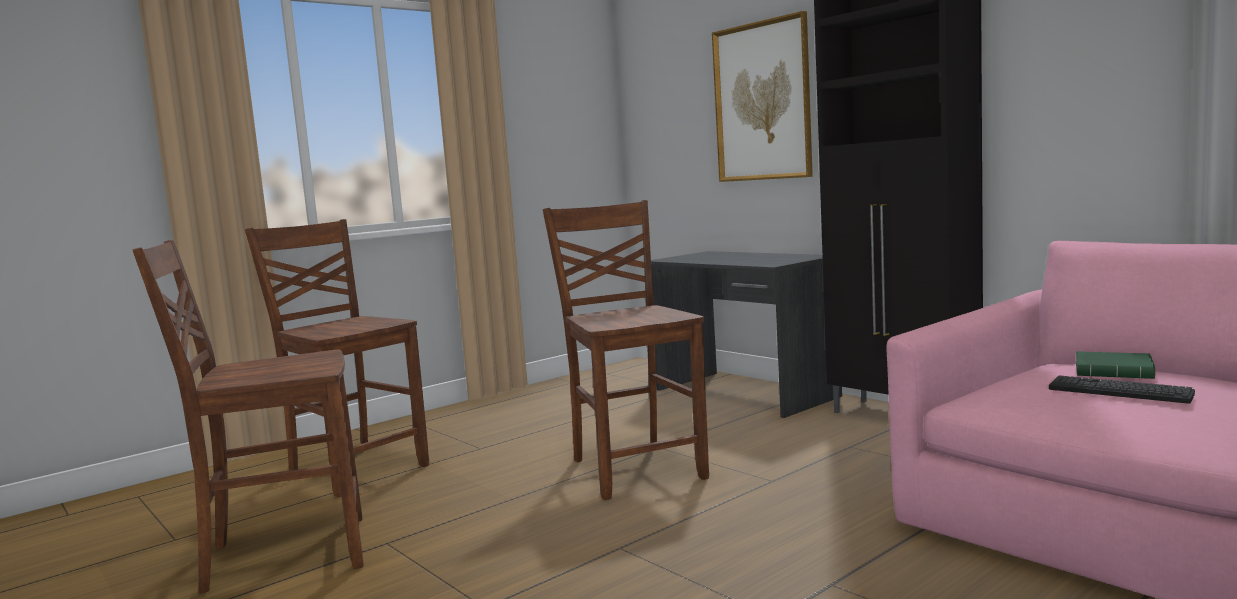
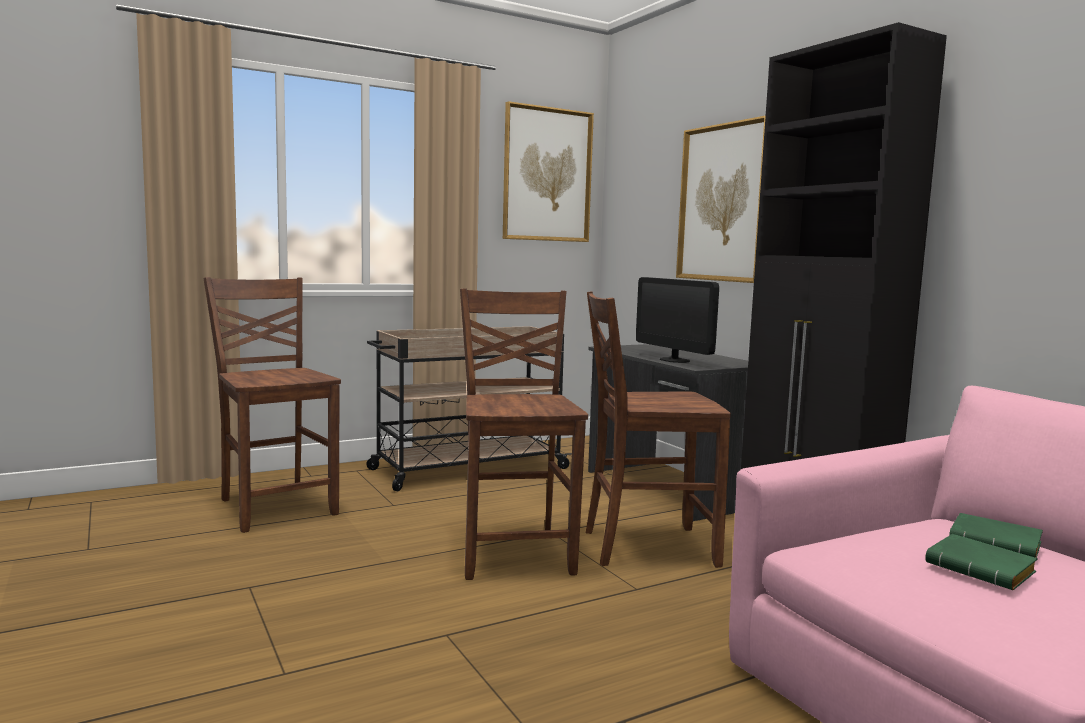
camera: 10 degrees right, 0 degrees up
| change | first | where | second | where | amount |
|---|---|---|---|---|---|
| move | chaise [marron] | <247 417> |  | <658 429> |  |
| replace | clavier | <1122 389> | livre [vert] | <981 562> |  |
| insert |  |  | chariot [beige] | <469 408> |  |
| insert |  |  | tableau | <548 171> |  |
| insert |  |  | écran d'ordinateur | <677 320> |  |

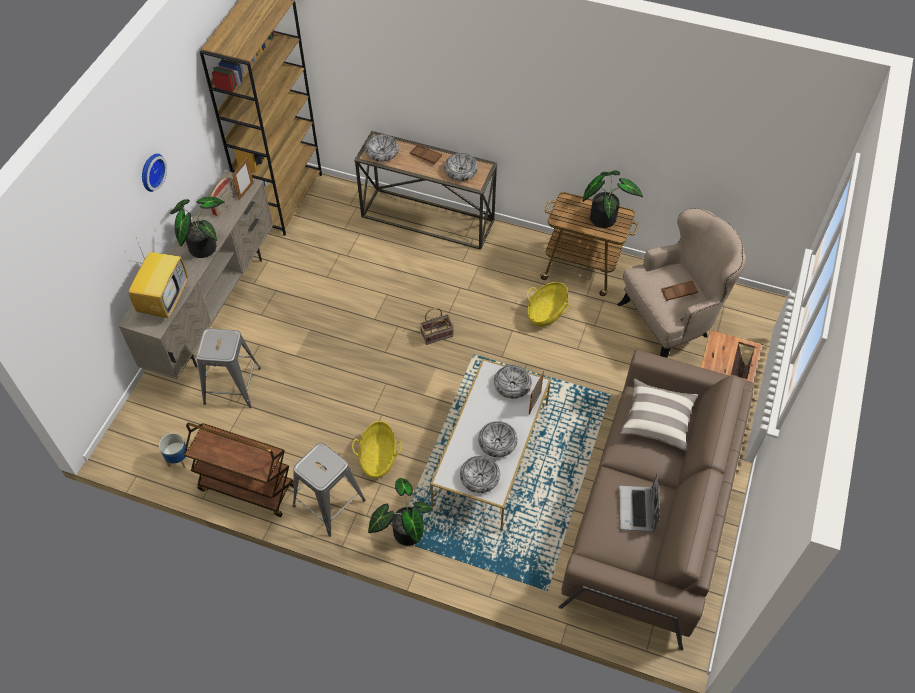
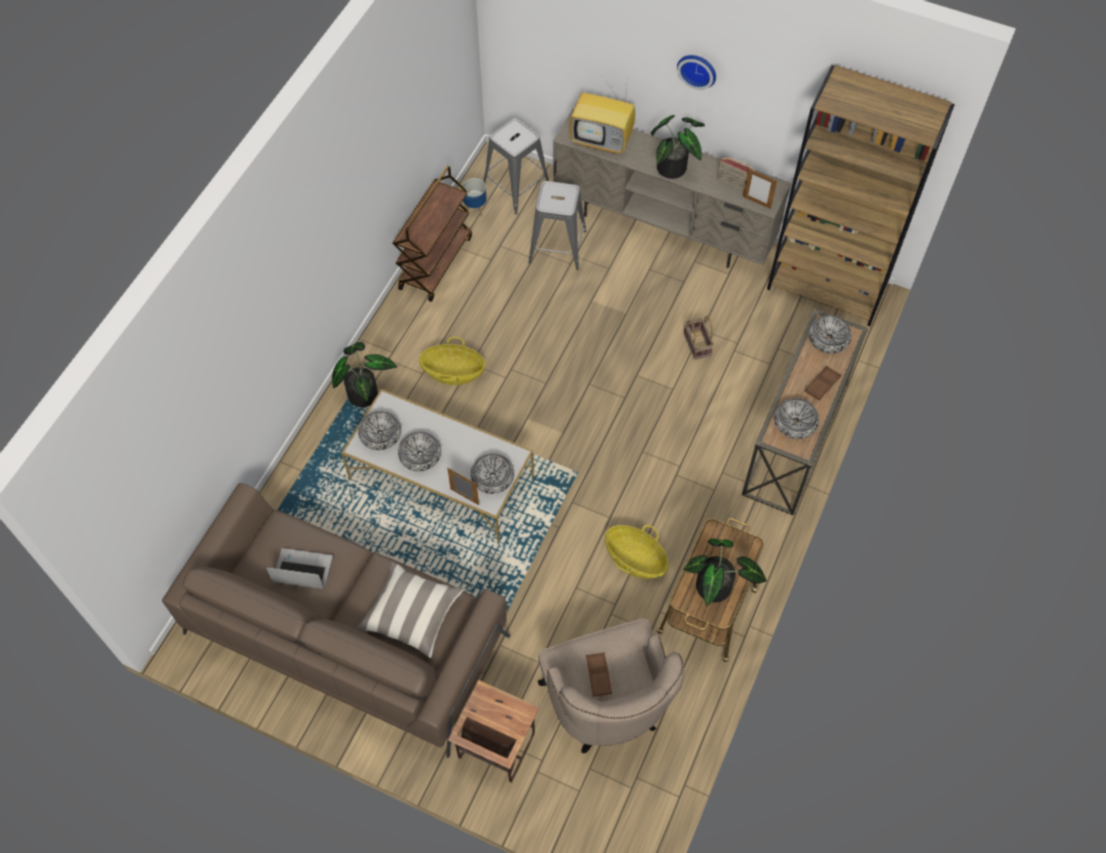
camera: 95 degrees right, 5 degrees up
| change | first | where | second | where | amount |
|---|---|---|---|---|---|
| move | tabouret [gris] | <329 490> |  | <516 166> |  |
| move | panier | <437 326> |  | <698 338> |  |

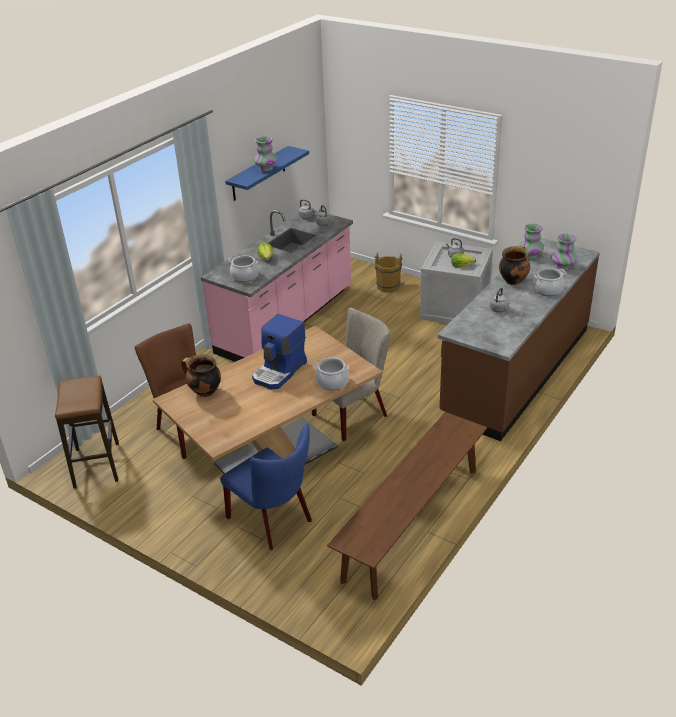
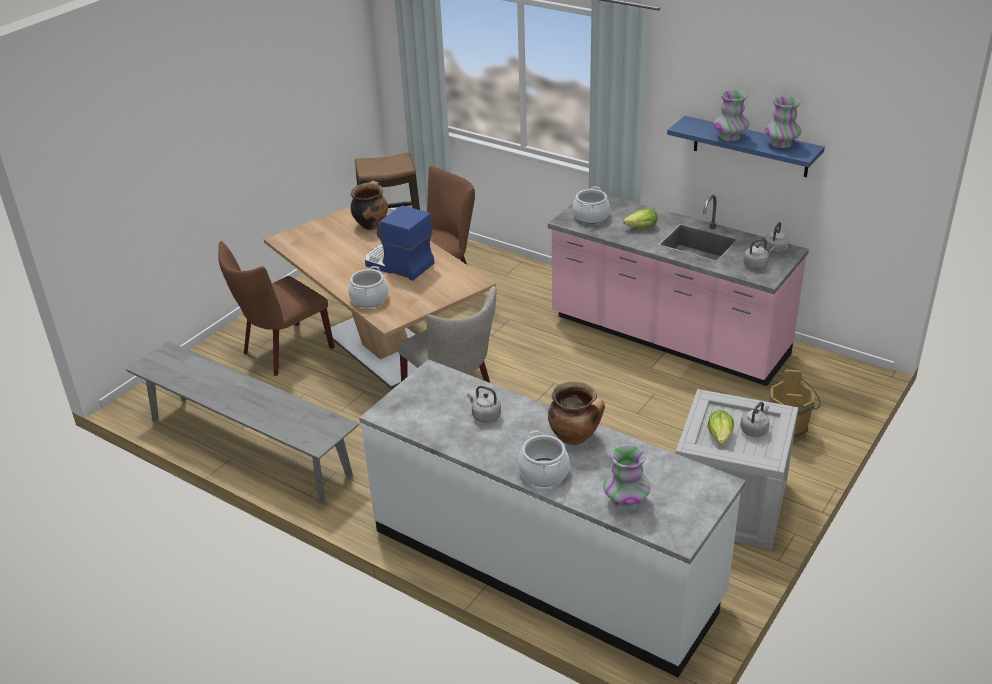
camera: 90 degrees right, 0 degrees up
| change | first | where | second | where | amount |
|---|---|---|---|---|---|
| recolor | chaise [bleu] | <266 486> | chaise [marron] | <276 308> |  |
| recolor | banc [marron] | <407 506> | banc [gris] | <242 421> |  |
| recolor | comptoir de cuisine [marron] | <519 339> | comptoir de cuisine [blanc] | <552 518> |  |
| move | vase | <531 241> |  | <783 122> |  |

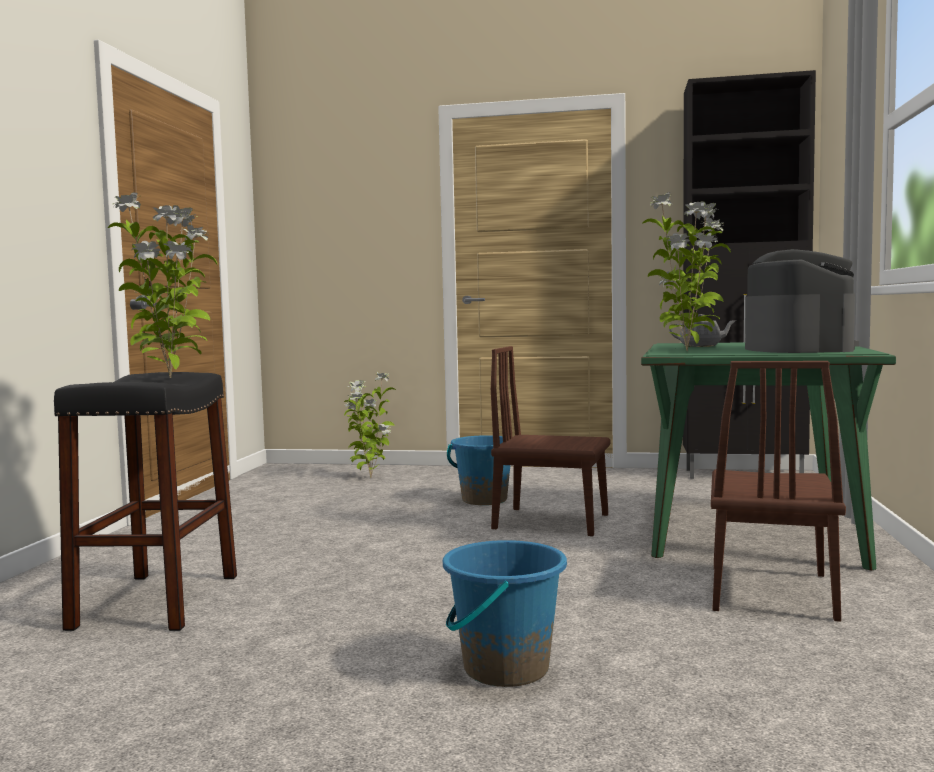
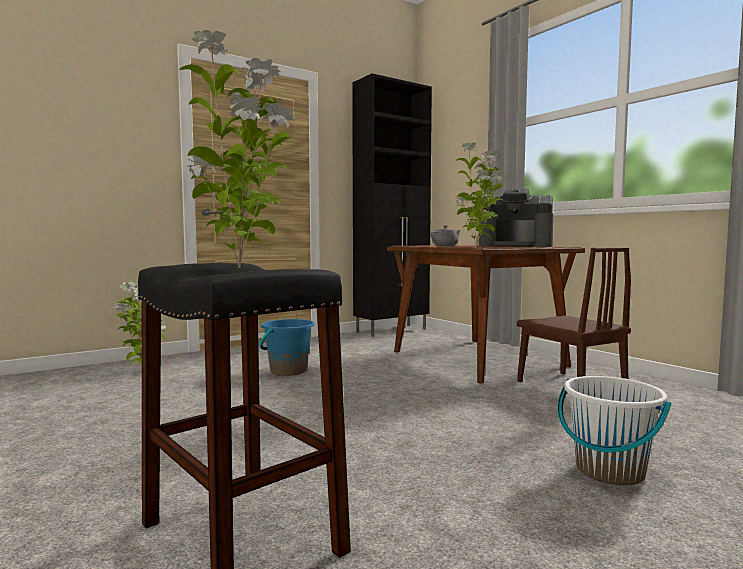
camera: 45 degrees left, 0 degrees up
| change | first | where | second | where | amount |
|---|---|---|---|---|---|
| recolor | seau [bleu] | <505 613> | seau [blanc] | <614 430> |  |
| delete | chaise [marron] | <550 441> |  |  |  |
| recolor | table à manger [vert] | <768 456> | table à manger [marron] | <486 314> |  |
| rotate | machine à café | <802 301> |  | <516 217> | 150 degrees clockwise |

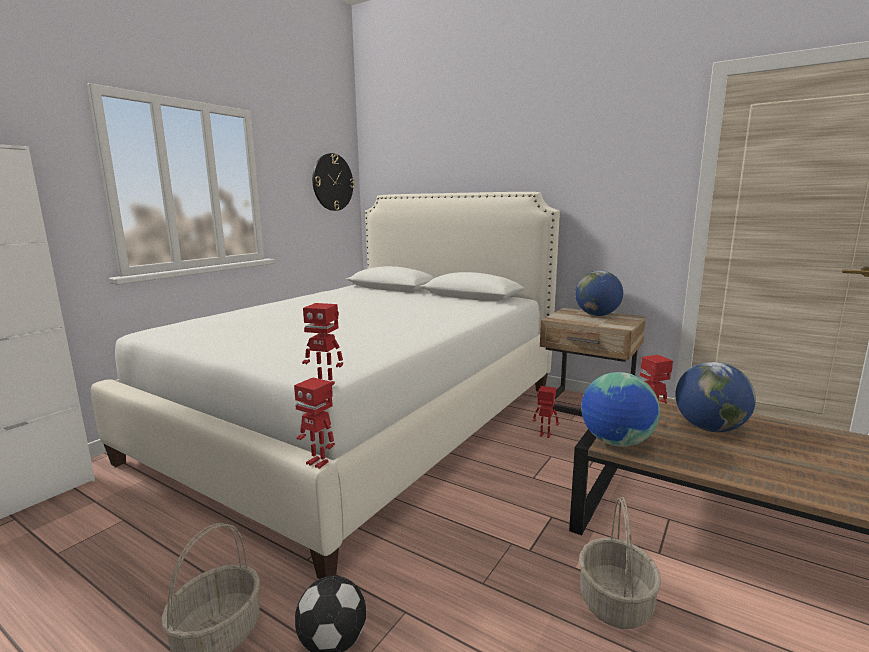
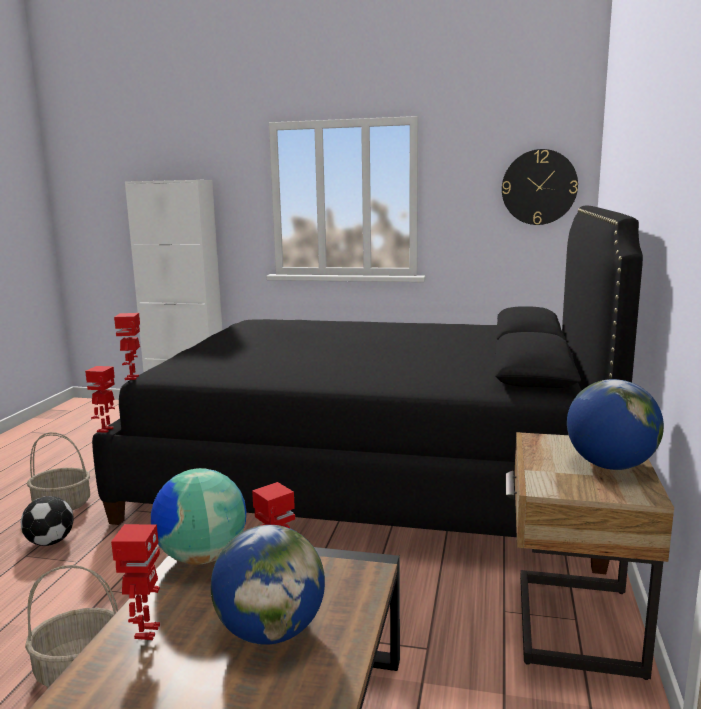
camera: 70 degrees right, 0 degrees up
| change | first | where | second | where | amount |
|---|---|---|---|---|---|
| recolor | lit [blanc] | <325 385> | lit [noir] | <367 389> |  |
| move | robot jouet | <546 412> |  | <135 582> |  |

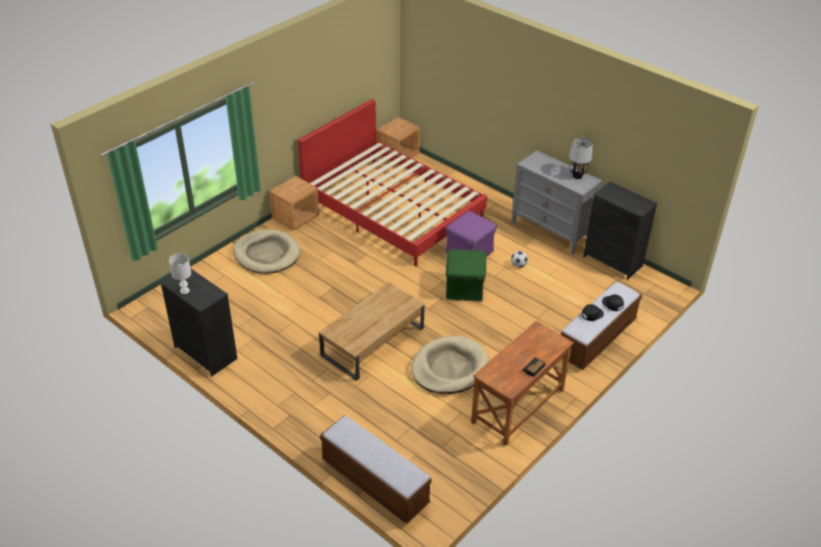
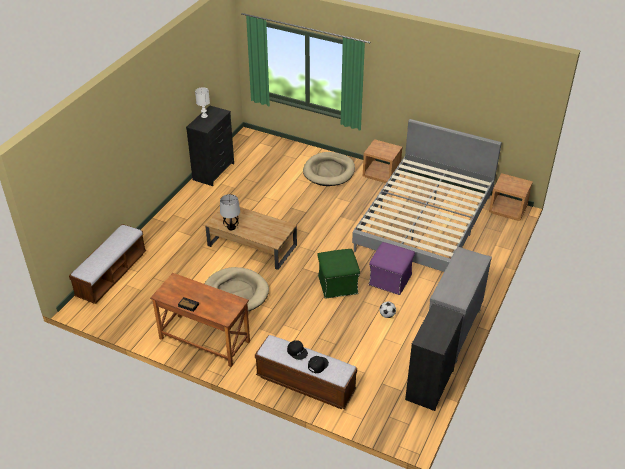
camera: 75 degrees right, 0 degrees up
| change | first | where | second | where | amount |
|---|---|---|---|---|---|
| recolor | lit [rouge] | <392 183> | lit [gris] | <427 195> |  |
| move | lampe de table | <581 158> |  | <230 212> |  |

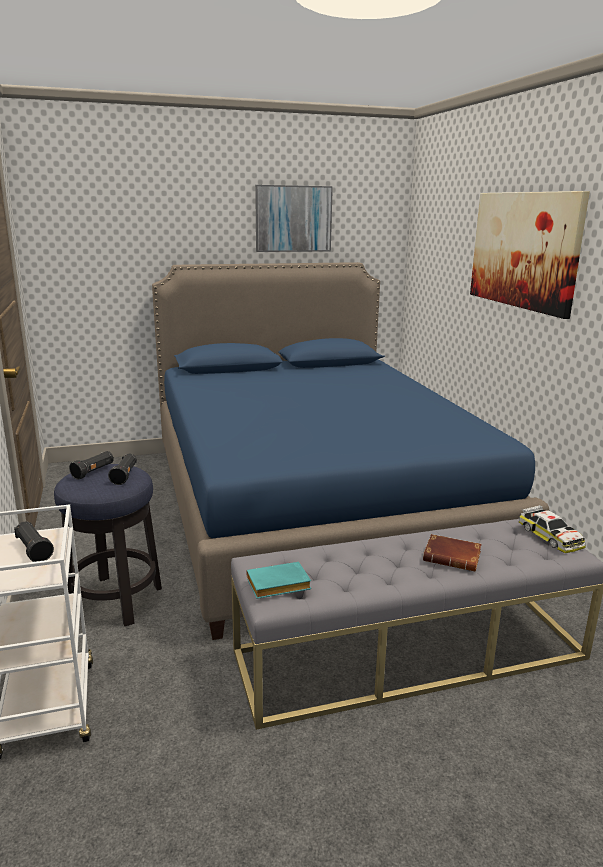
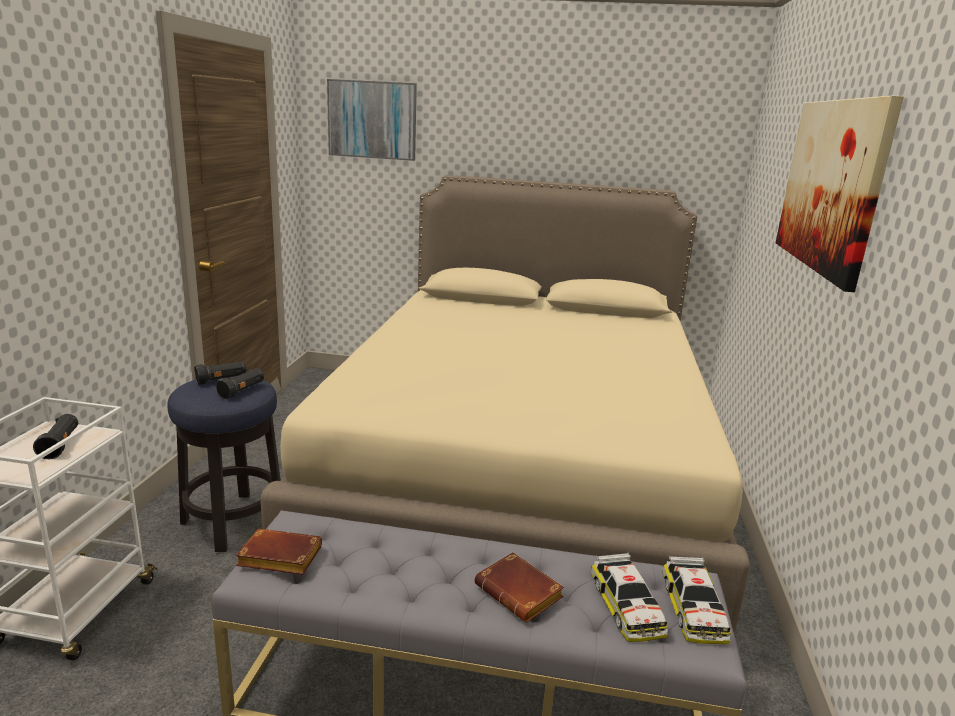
camera: 25 degrees right, 0 degrees up
| change | first | where | second | where | amount |
|---|---|---|---|---|---|
| recolor | lit [bleu] | <350 451> | lit [beige] | <505 405> |  |
| recolor | livre [turquoise] | <279 580> | livre [marron] | <279 552> |  |
| move | tableau | <294 218> |  | <372 120> |  |
| insert |  |  | petite voiture | <629 597> |  |

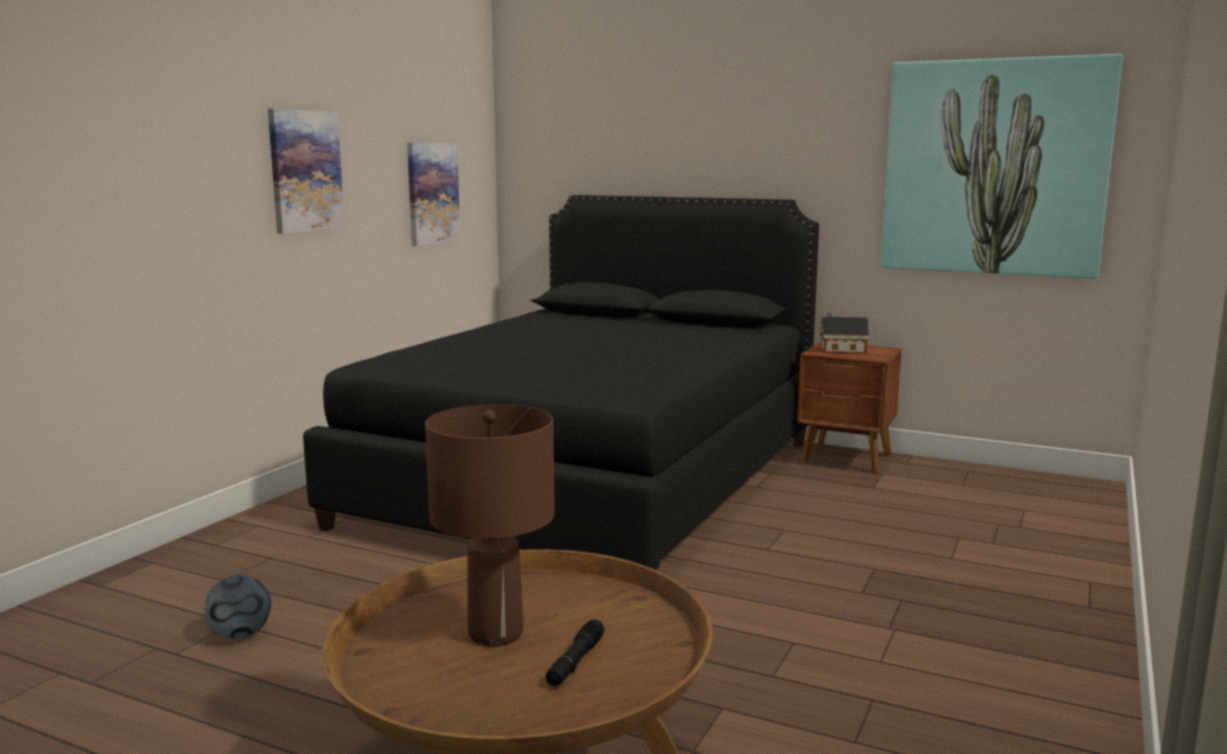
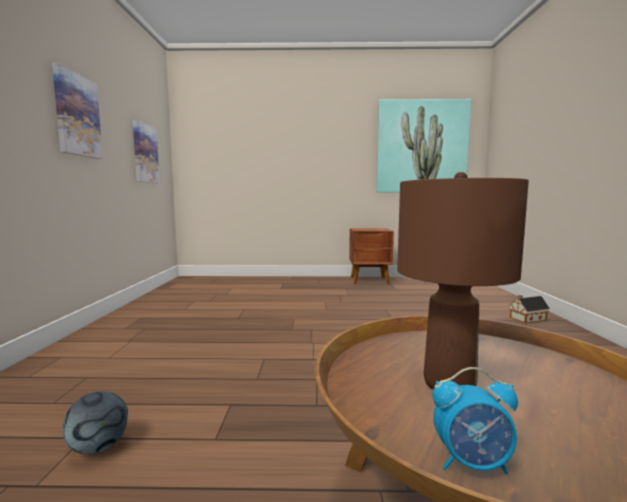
camera: 25 degrees left, 5 degrees down
| change | first | where | second | where | amount |
|---|---|---|---|---|---|
| delete | lit [noir] | <561 382> |  |  |  |
| delete | lampe de poche [noir] | <574 653> |  |  |  |
| move | maison miniature | <844 333> |  | <529 309> |  |
| insert |  |  | réveil | <475 420> |  |

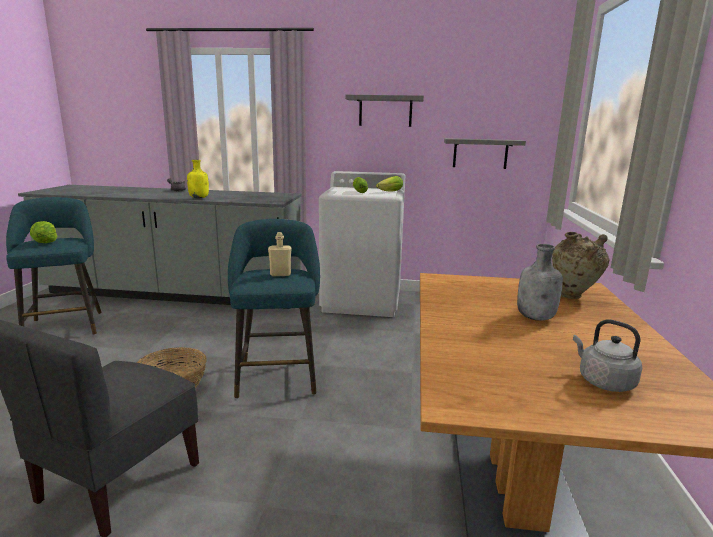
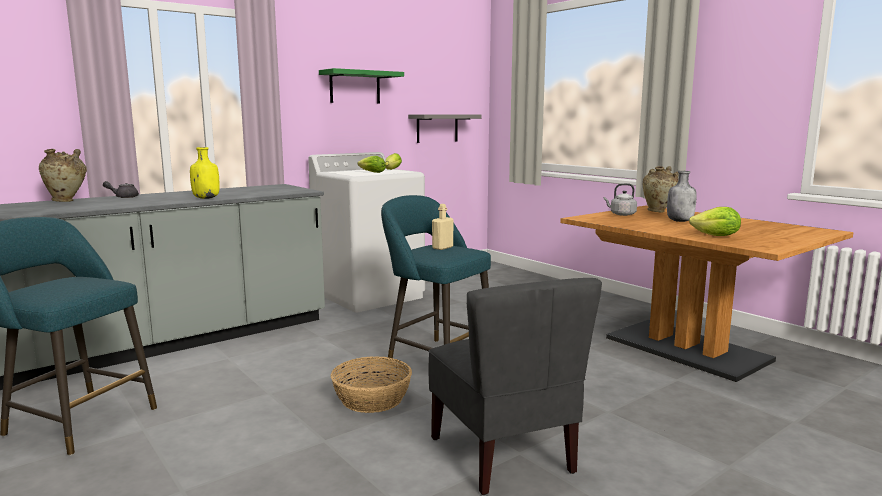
camera: 45 degrees left, 5 degrees down
| change | first | where | second | where | amount |
|---|---|---|---|---|---|
| move | laitue | <43 232> |  | <715 221> |  |
| recolor | étagère [gris] | <384 111> | étagère [vert] | <361 85> |  |
| move | bouilloire [gris] | <607 355> |  | <620 199> |  |
| insert |  |  | vase [beige] | <63 175> |  |

